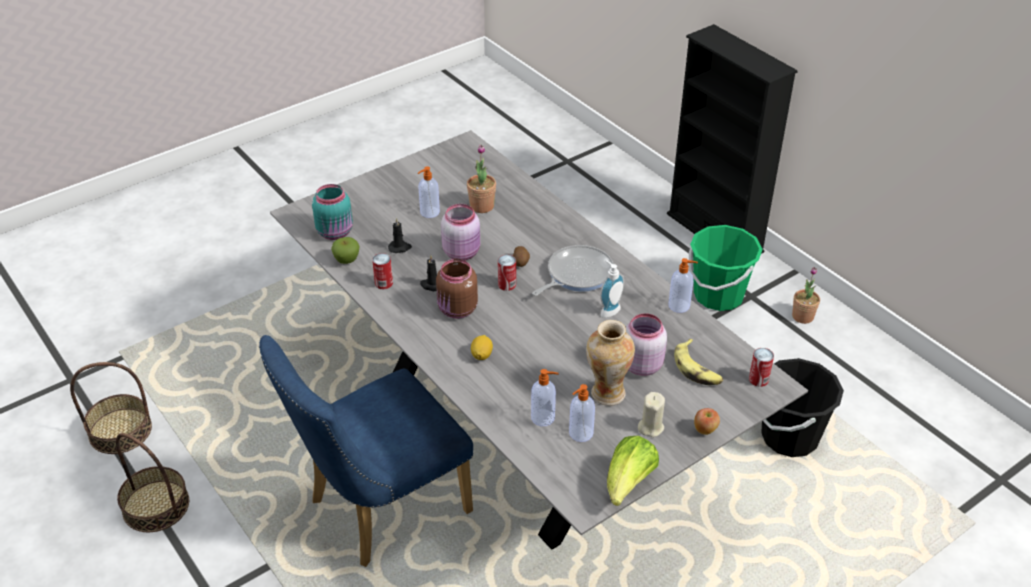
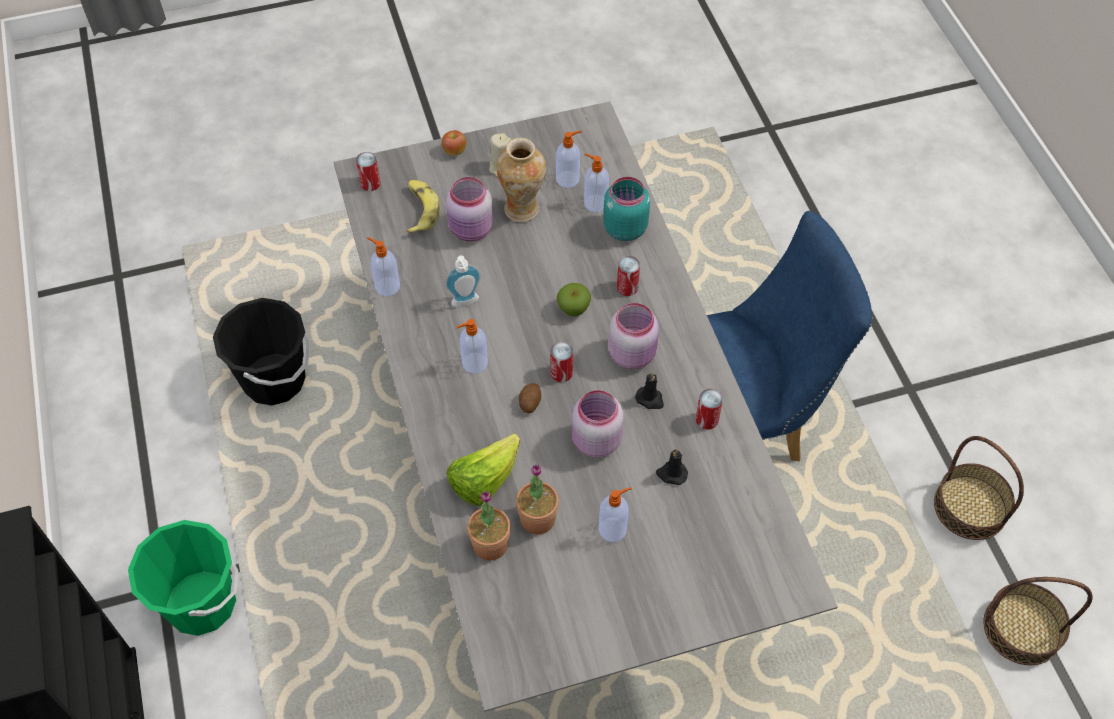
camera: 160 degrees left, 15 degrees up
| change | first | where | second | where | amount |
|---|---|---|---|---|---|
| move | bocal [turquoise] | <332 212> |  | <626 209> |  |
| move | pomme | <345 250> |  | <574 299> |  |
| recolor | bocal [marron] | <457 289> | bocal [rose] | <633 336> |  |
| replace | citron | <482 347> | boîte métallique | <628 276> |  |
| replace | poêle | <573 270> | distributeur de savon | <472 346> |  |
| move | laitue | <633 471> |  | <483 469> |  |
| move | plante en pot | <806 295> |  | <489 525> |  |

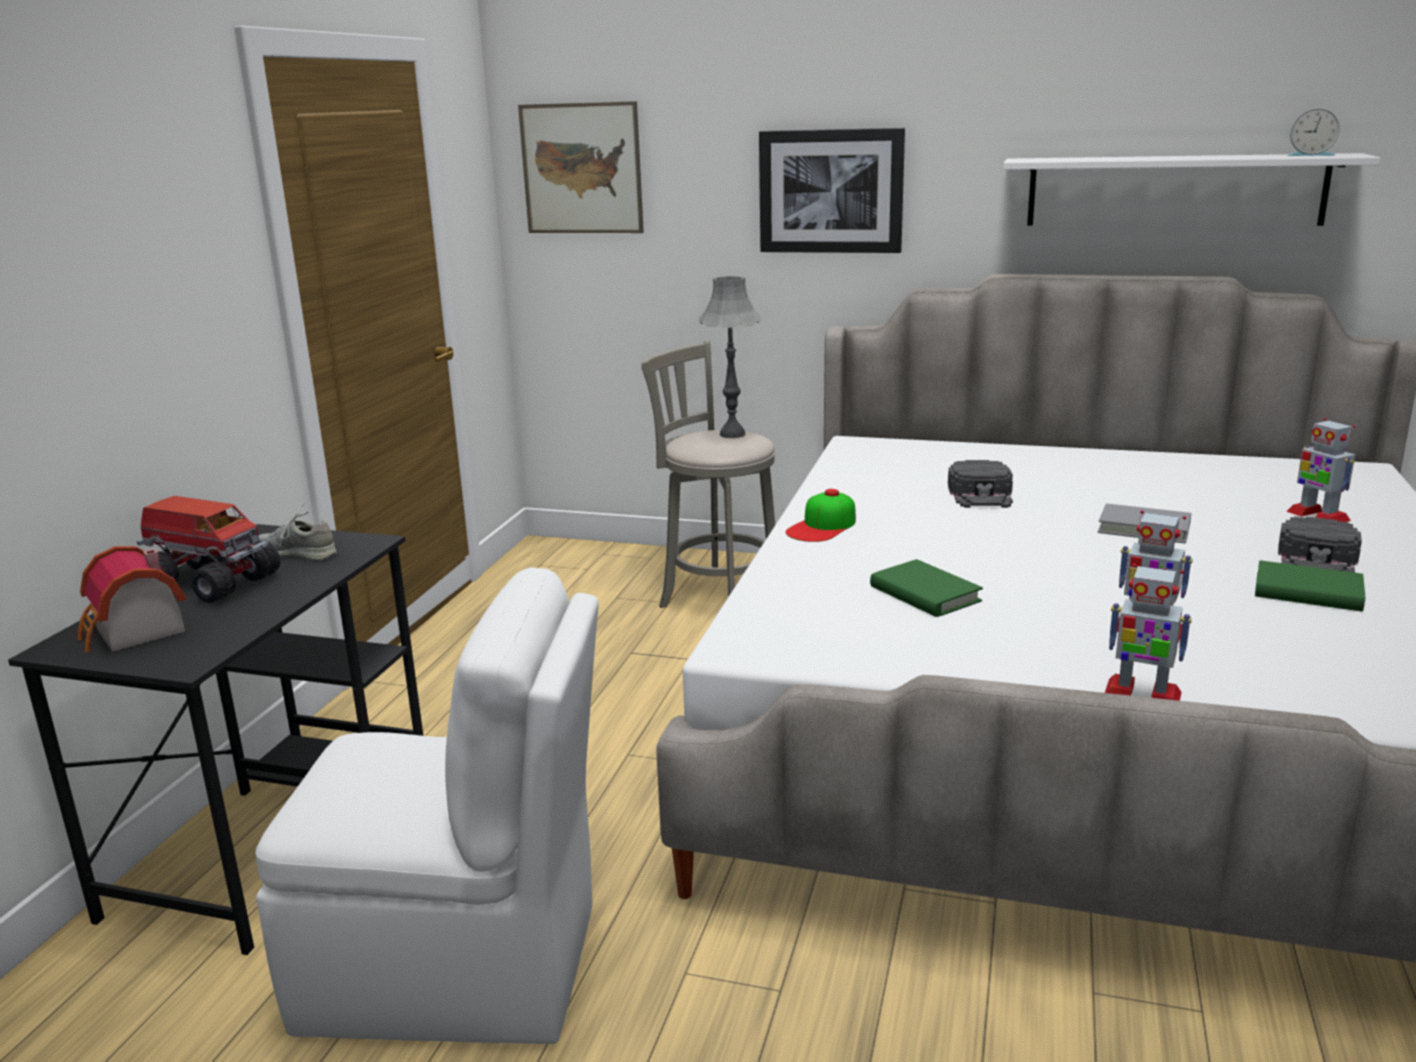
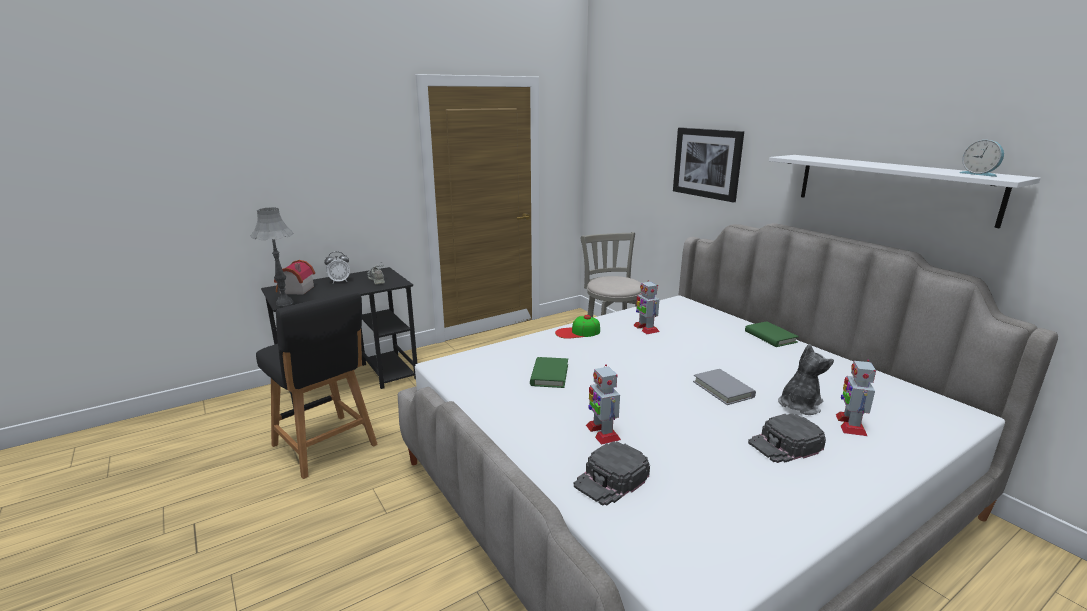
camera: 40 degrees right, 0 degrees up
| change | first | where | second | where | amount |
|---|---|---|---|---|---|
| replace | camion jouet | <208 549> | réveil | <337 267> |  |
| replace | chaise [blanc] | <427 806> | tabouret [noir] | <317 384> |  |
| delete | tableau | <581 167> |  |  |  |
| move | lampe de table [gris] | <730 357> |  | <272 256> |  |
| move | casquette [noir] | <980 484> |  | <612 473> |  |
| move | robot jouet | <1148 632> |  | <646 307> |  |
| move | livre [vert] | <1310 586> |  | <772 334> |  |
| insert |  |  | peluche | <806 379> |  |

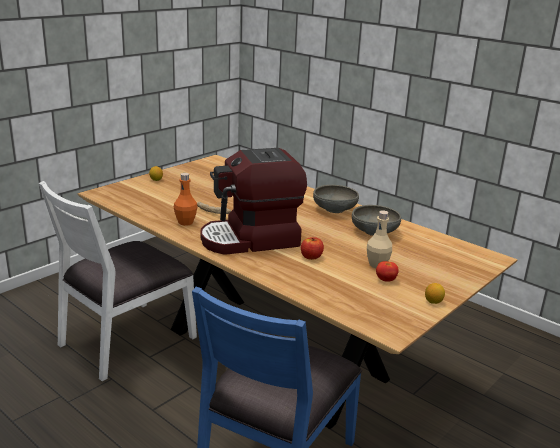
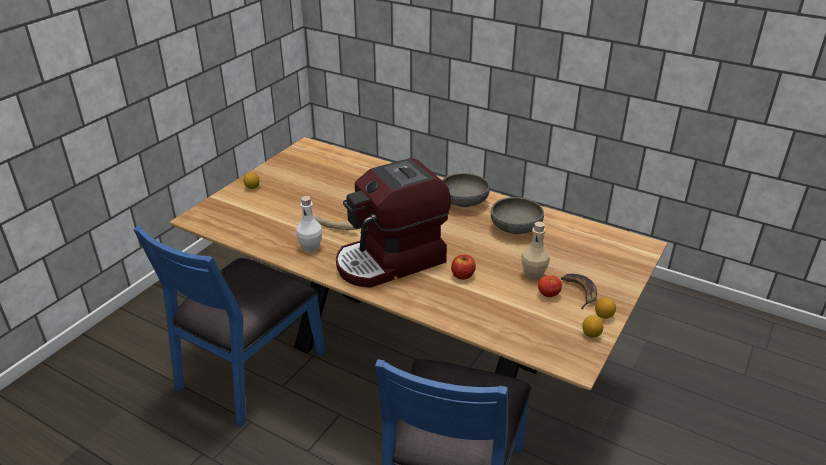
camera: 10 degrees left, 10 degrees up
| change | first | where | second | where | amount |
|---|---|---|---|---|---|
| recolor | chaise [blanc] | <118 281> | chaise [bleu] | <229 326> |  |
| recolor | bouteille [orange] | <186 199> | bouteille [blanc] | <309 224> |  |
| insert |  |  | banane | <579 291> |  |
| insert |  |  | citron | <593 326> |  |

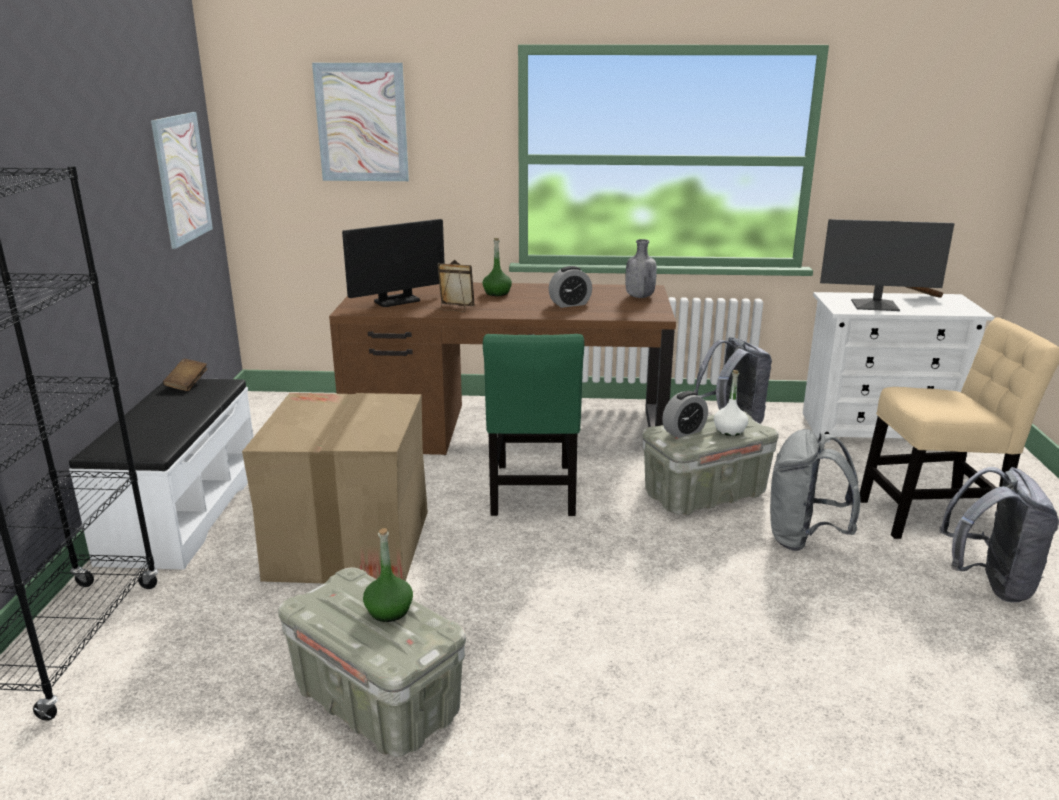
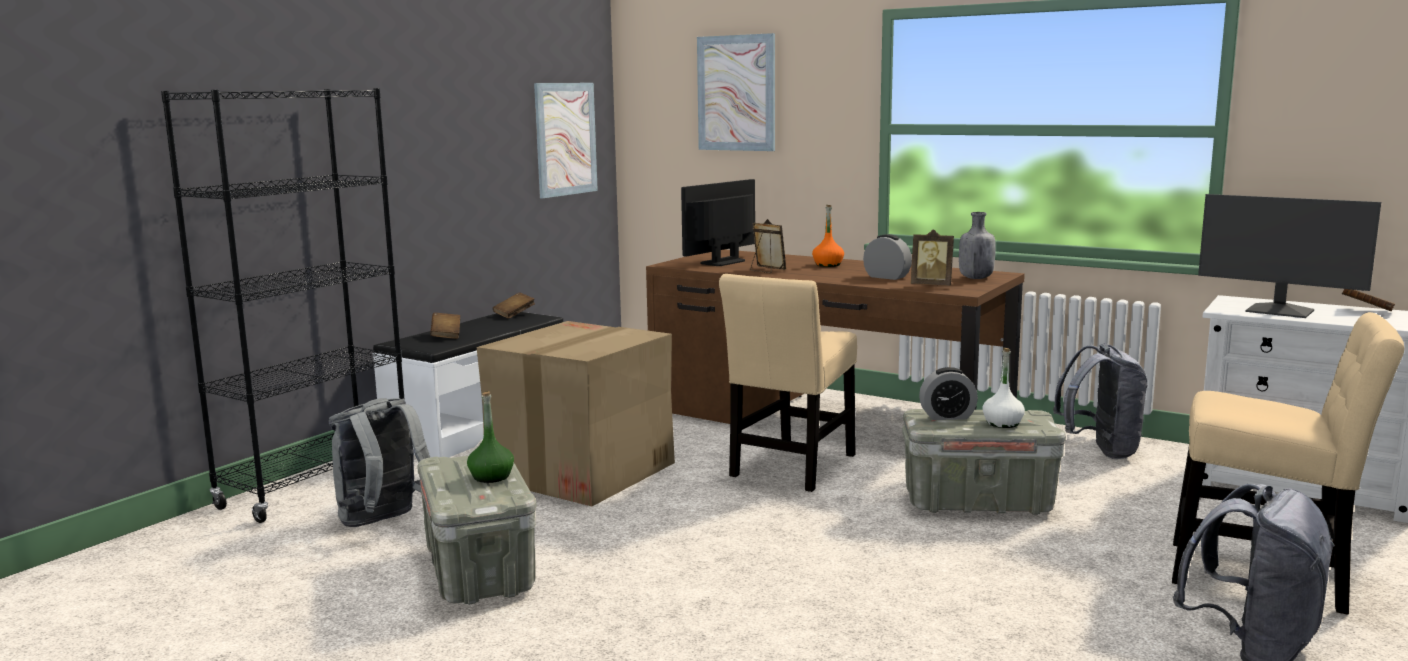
camera: 30 degrees right, 10 degrees down
| change | first | where | second | where | amount |
|---|---|---|---|---|---|
| rotate | écran d'ordinateur | <393 263> |  | <718 222> | 135 degrees clockwise |
| recolor | bouteille [vert] | <497 267> | bouteille [orange] | <828 236> |  |
| recolor | chaise [vert] | <533 425> | chaise [beige] | <788 383> |  |
| rotate | réveil | <570 287> |  | <887 257> | 150 degrees counterclockwise |
| move | sac à dos [gris] | <815 490> |  | <379 462> |  |
| insert |  |  | livre [marron] | <445 326> |  |
| insert |  |  | cadre photo | <932 257> |  |

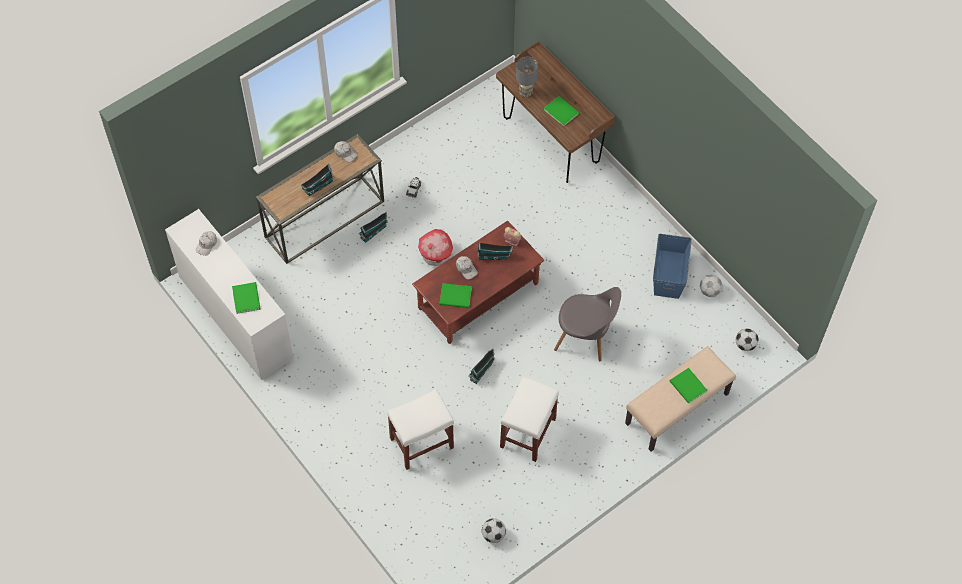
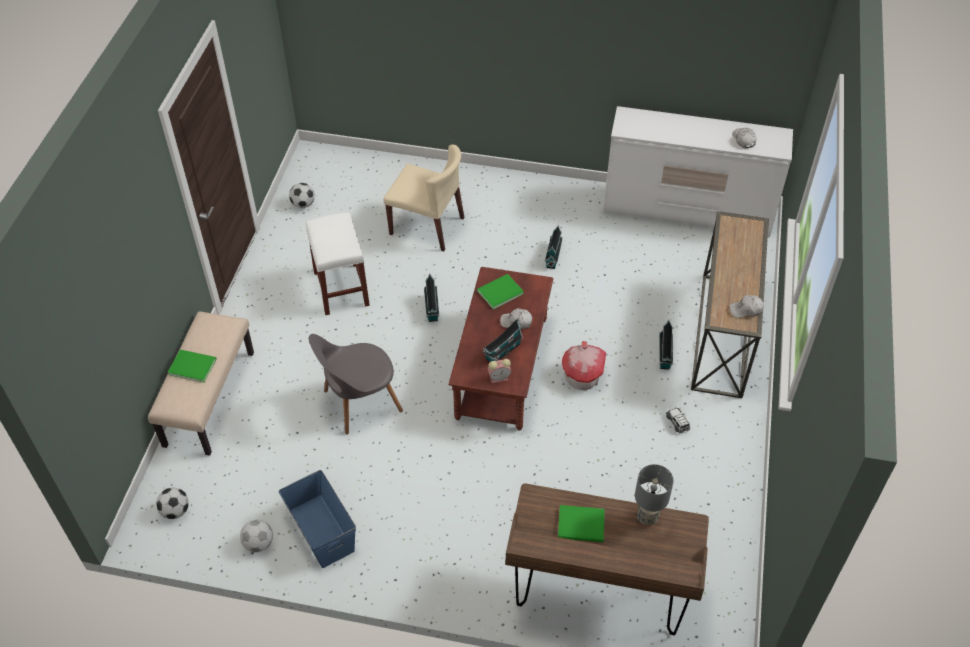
camera: 140 degrees right, 10 degrees down
| change | first | where | second | where | amount |
|---|---|---|---|---|---|
| delete | livre [vert] | <246 298> |  |  |  |
| move | maison miniature | <317 180> |  | <554 247> |  |
| replace | tabouret [blanc] | <420 429> | chaise [beige] | <424 198> |  |

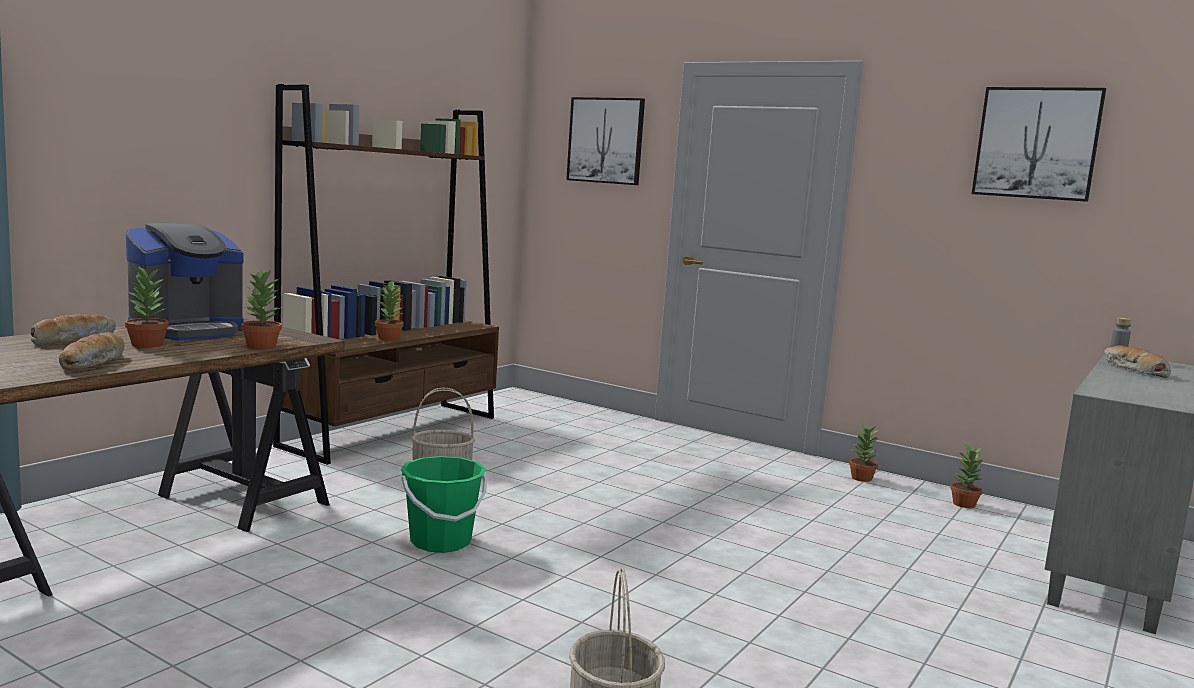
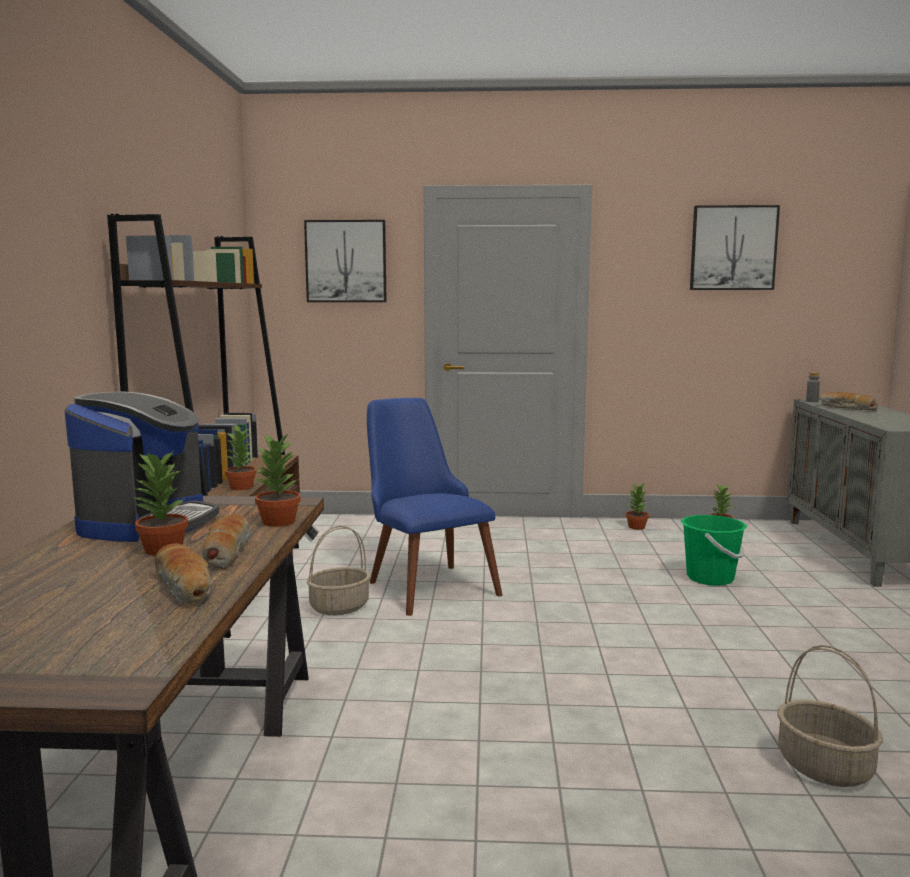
camera: 30 degrees left, 0 degrees up
| change | first | where | second | where | amount |
|---|---|---|---|---|---|
| move | pain | <73 330> |  | <226 541> |  |
| move | seau [vert] | <444 504> |  | <714 550> |  |
| insert |  |  | chaise [bleu] | <434 507> |  |

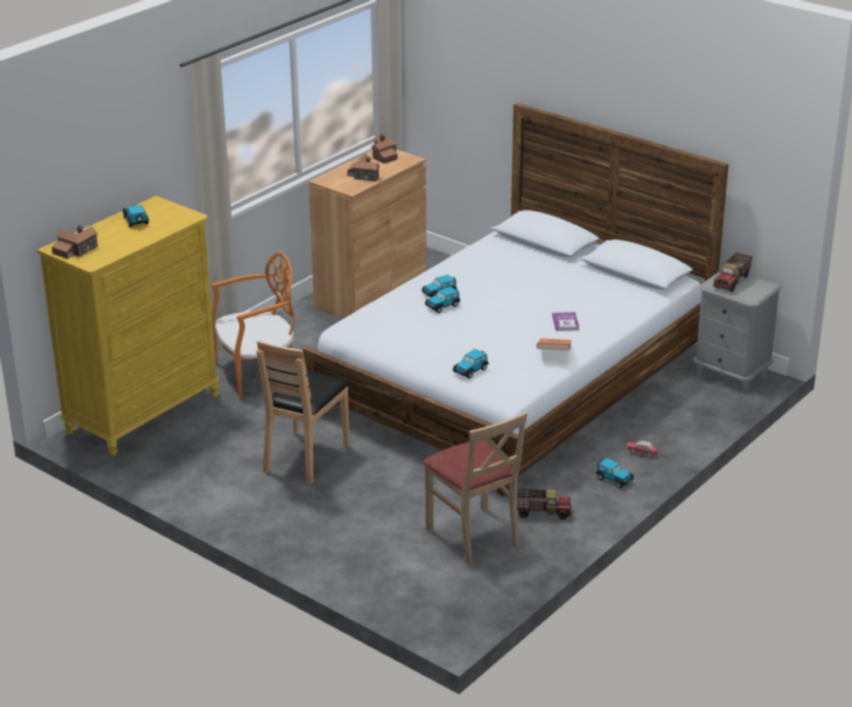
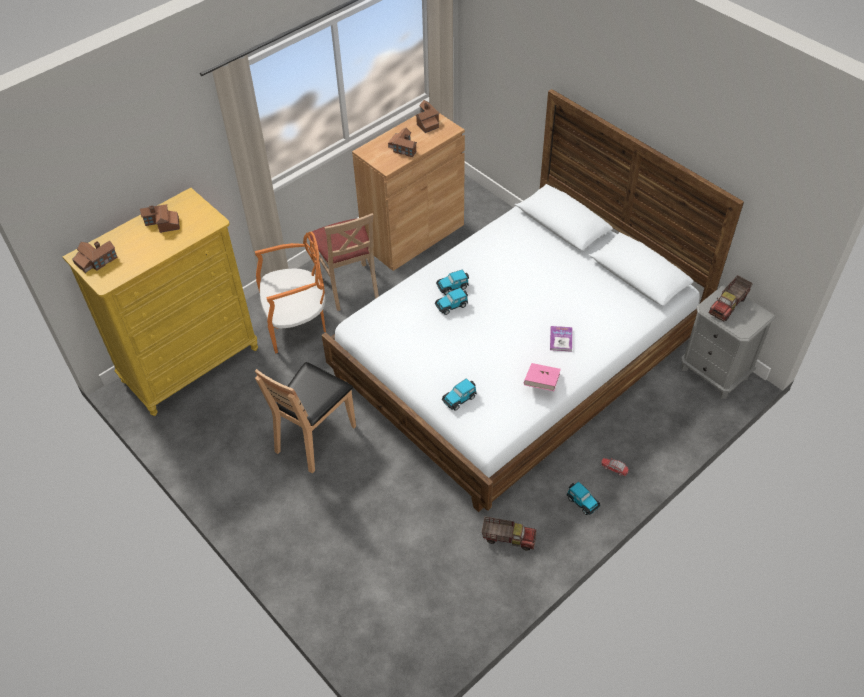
camera: 10 degrees right, 20 degrees up
| change | first | where | second | where | amount |
|---|---|---|---|---|---|
| replace | petite voiture | <136 216> | maison miniature | <160 218> |  |
| move | chaise [beige] | <475 488> |  | <344 262> |  |
| recolor | livre [orange] | <553 344> | livre [rose] | <542 377> |  |

